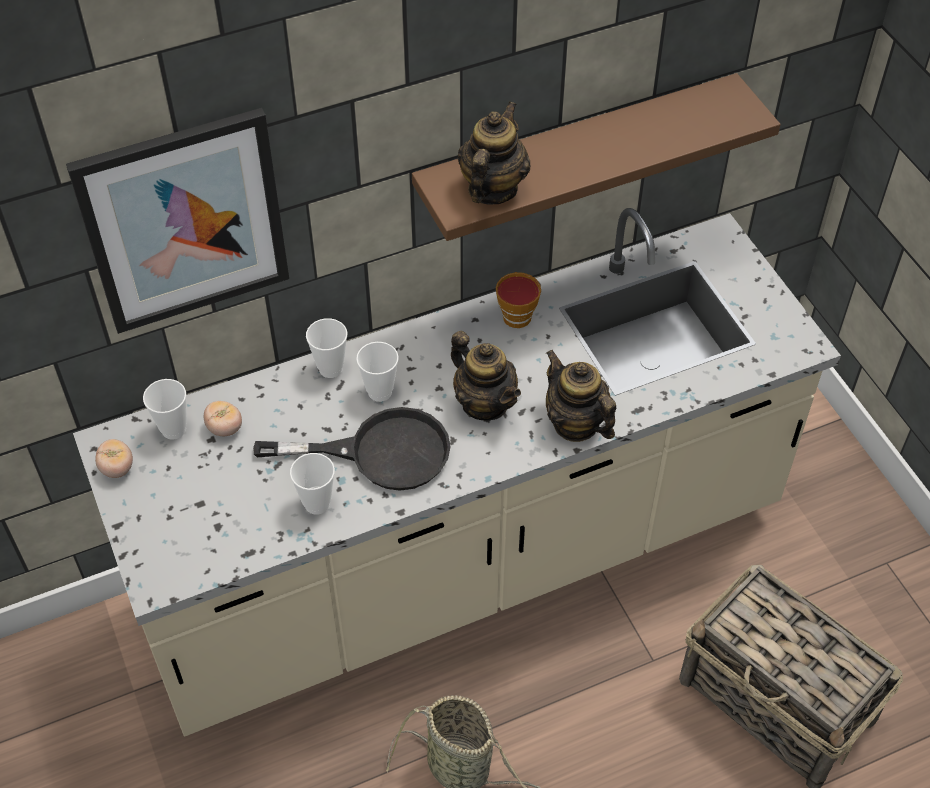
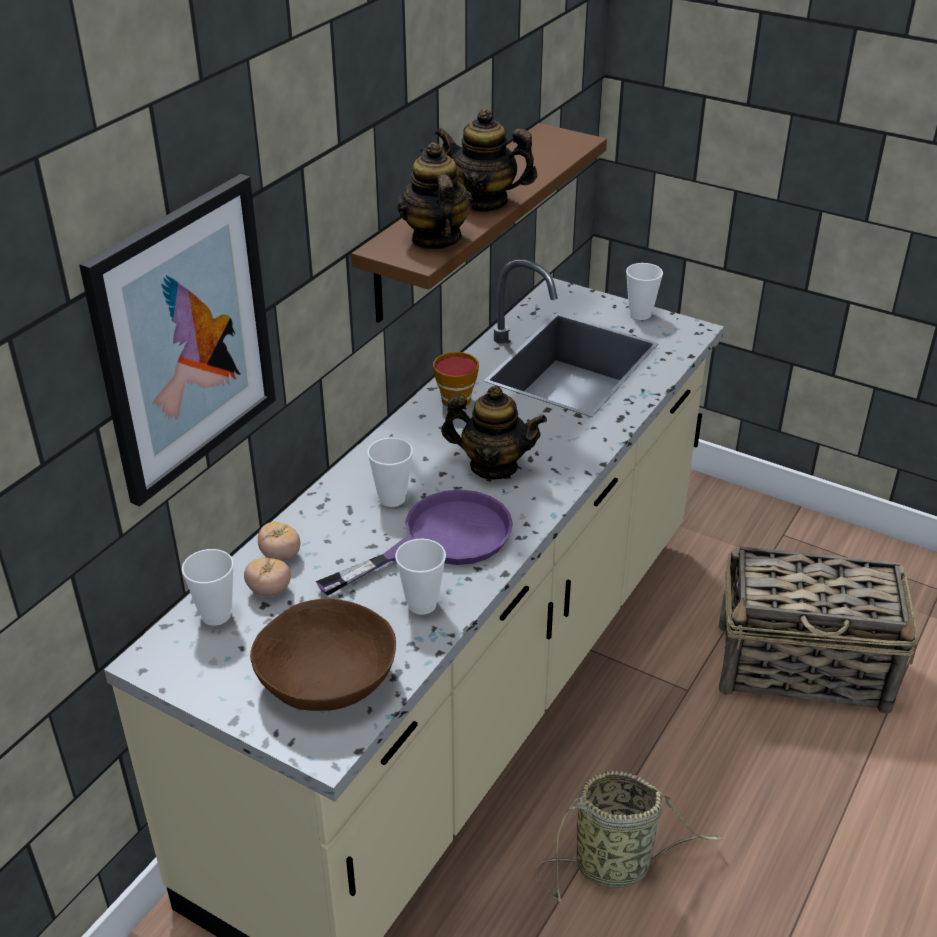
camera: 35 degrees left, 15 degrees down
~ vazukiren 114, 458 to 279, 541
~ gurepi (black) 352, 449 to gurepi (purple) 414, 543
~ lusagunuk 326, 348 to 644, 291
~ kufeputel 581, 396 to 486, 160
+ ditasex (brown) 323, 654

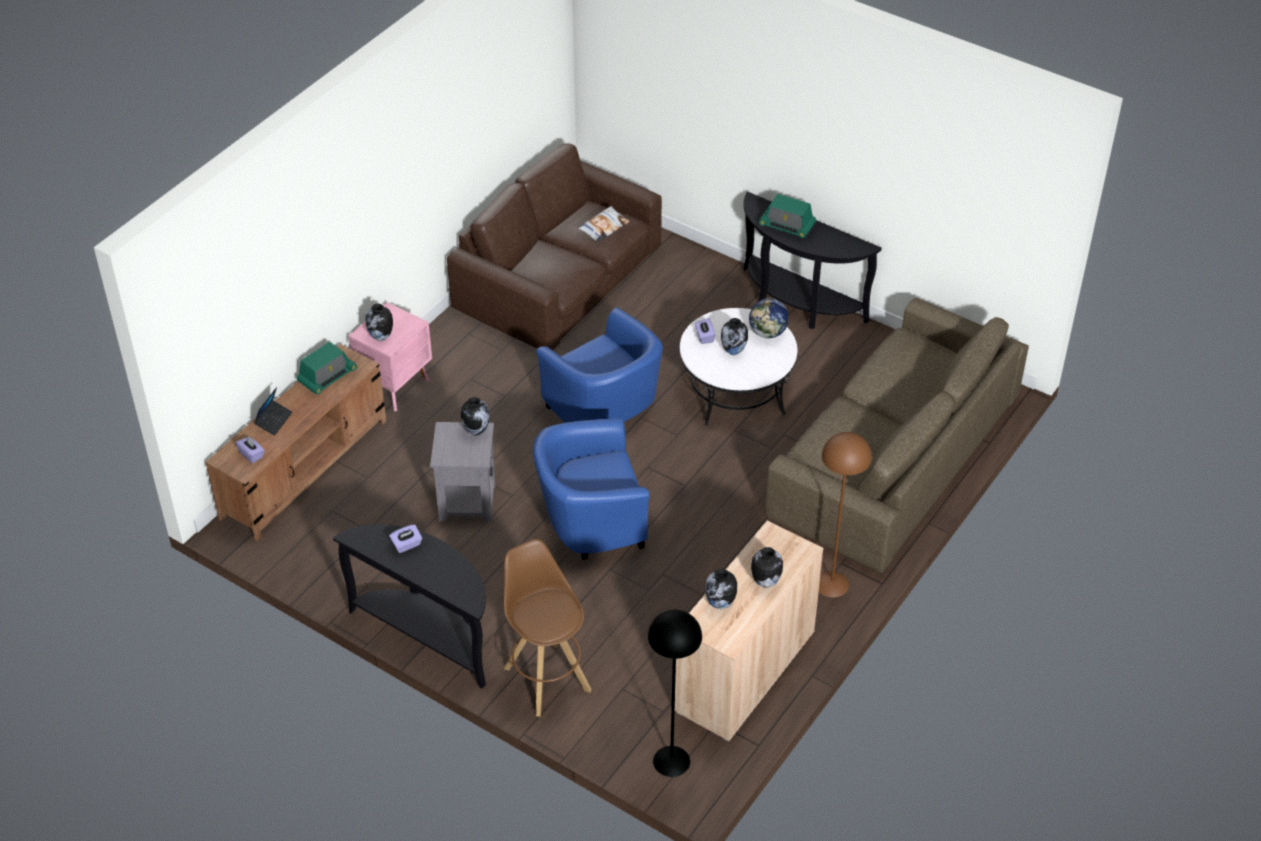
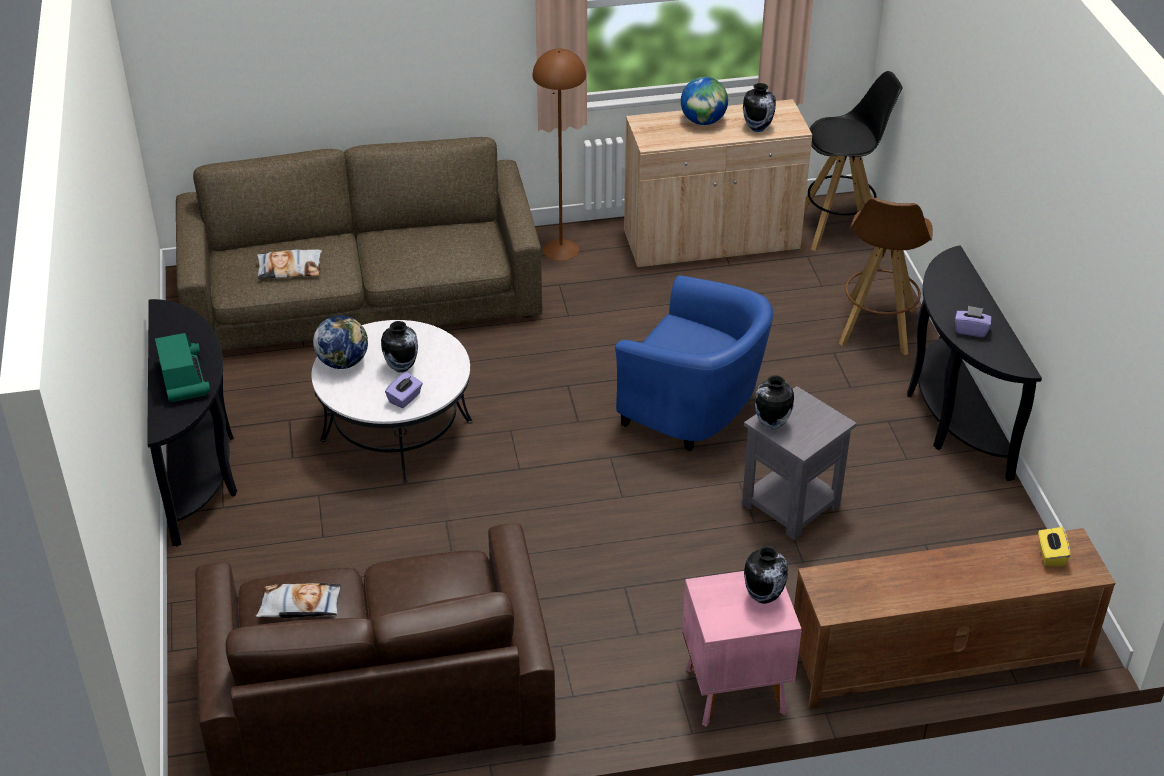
camera: 135 degrees left, 5 degrees down
~ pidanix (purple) 250, 449 to pidanix (yellow) 1054, 546
- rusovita 273, 411
- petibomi 326, 368
- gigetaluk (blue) 599, 365
~ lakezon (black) 675, 693 to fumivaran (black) 853, 161
~ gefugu 767, 567 to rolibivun 704, 101
+ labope 289, 264

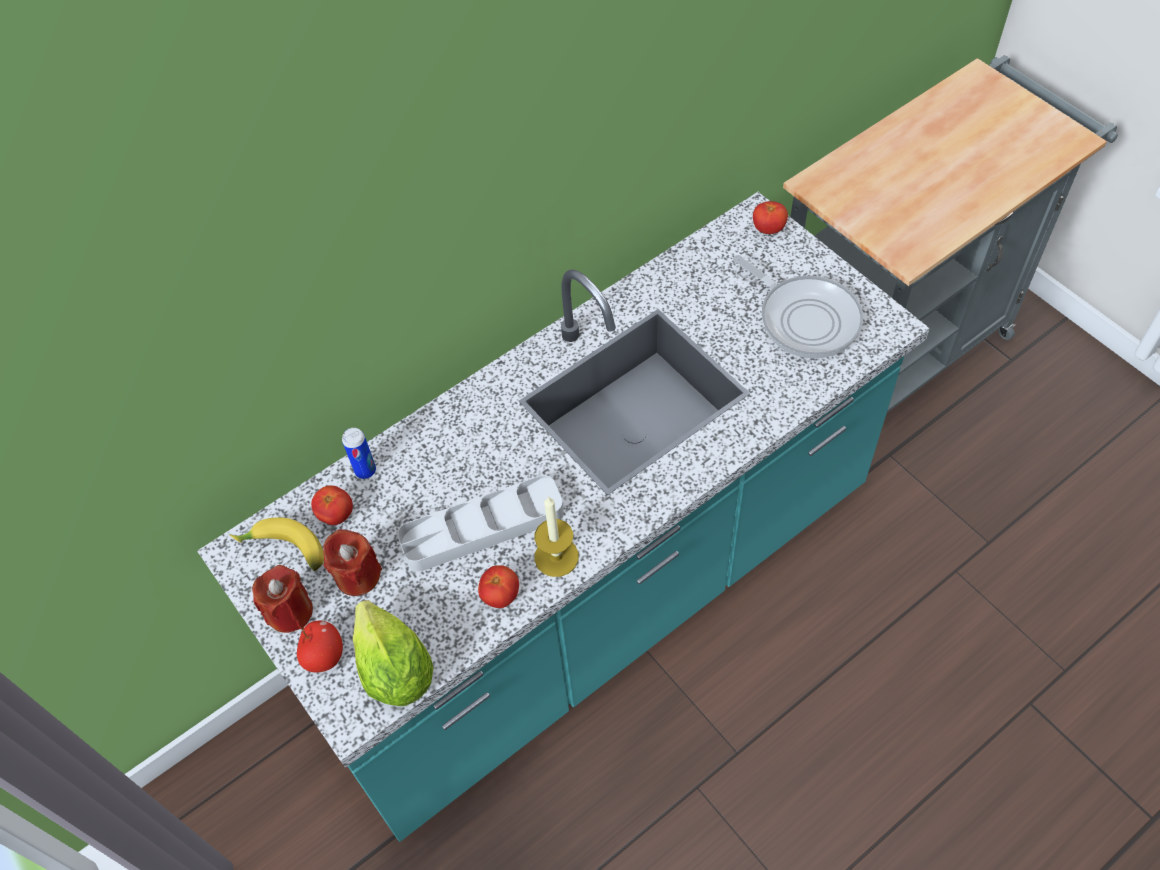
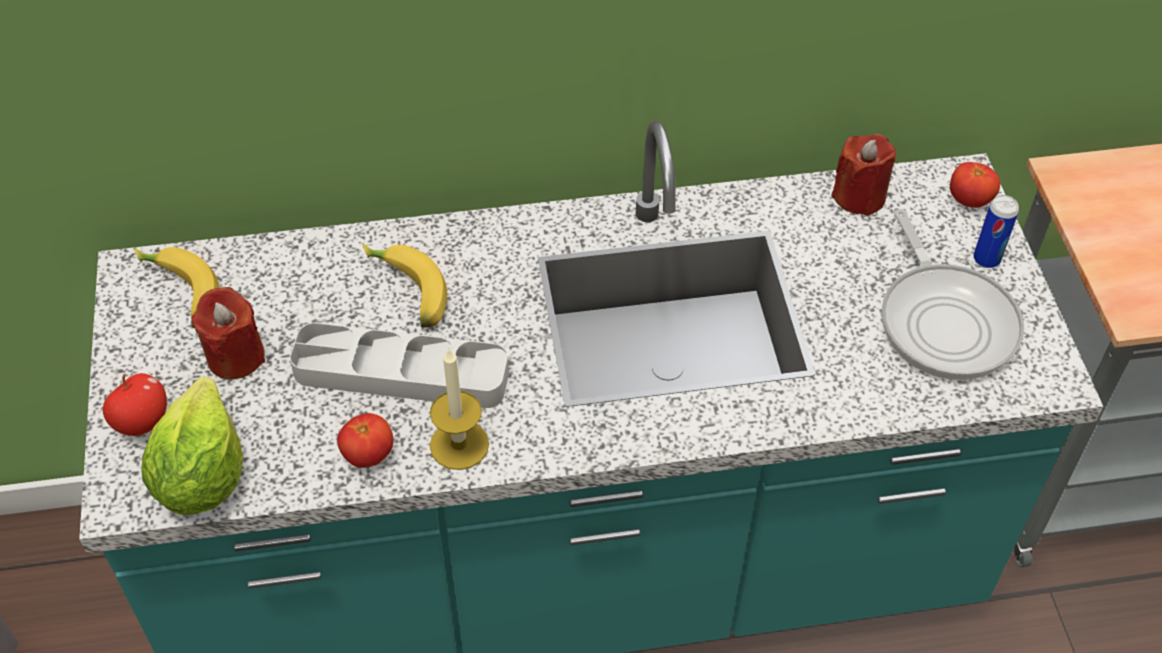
camera: 25 degrees right, 5 degrees down
~ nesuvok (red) 282, 599 to 863, 175
- vazukiren 332, 505
~ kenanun 359, 453 to 996, 231
+ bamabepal 404, 285

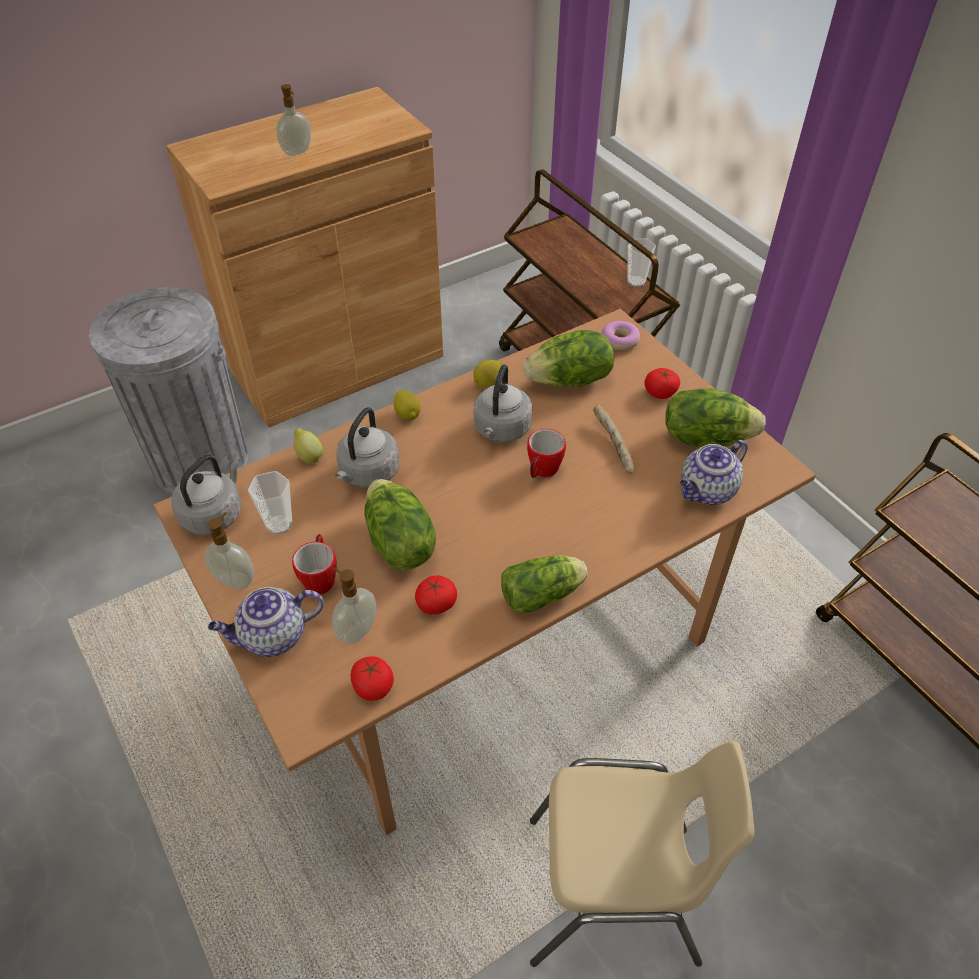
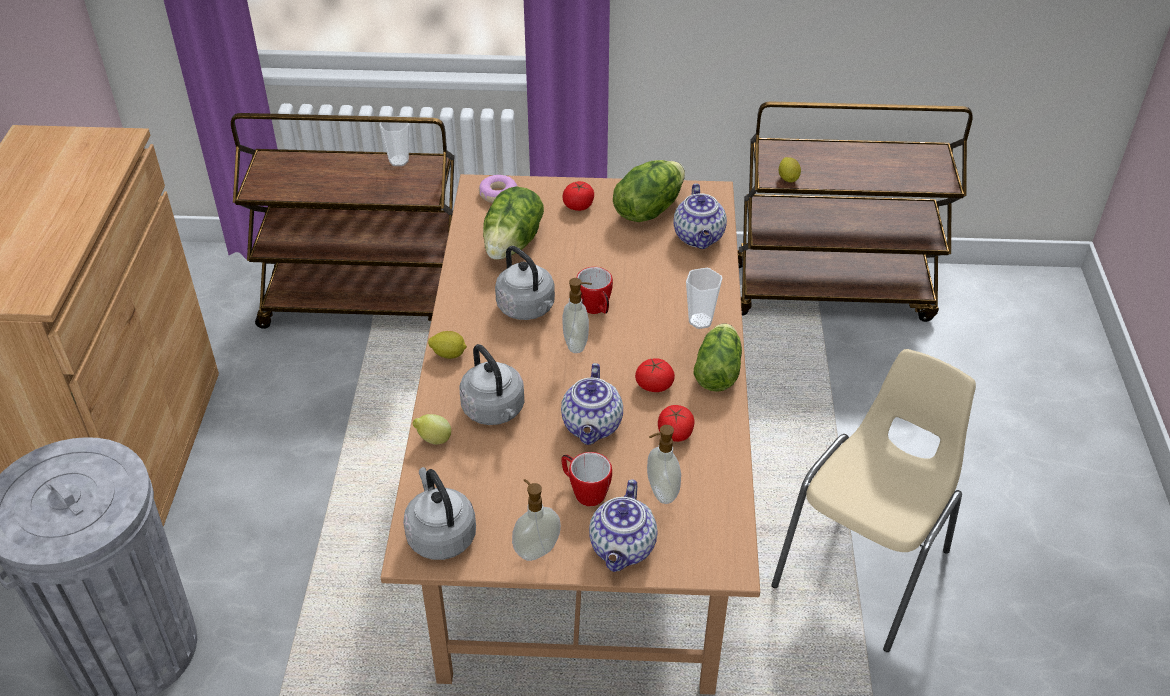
camera: 55 degrees left, 5 degrees down
~ lusagunuk 270, 503 to 704, 298
~ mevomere 293, 120 to 577, 315
~ vazukiren 372, 678 to 655, 375
~ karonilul 400, 524 to kufeputel 592, 404
~ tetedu 487, 374 to 790, 170
- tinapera 613, 439

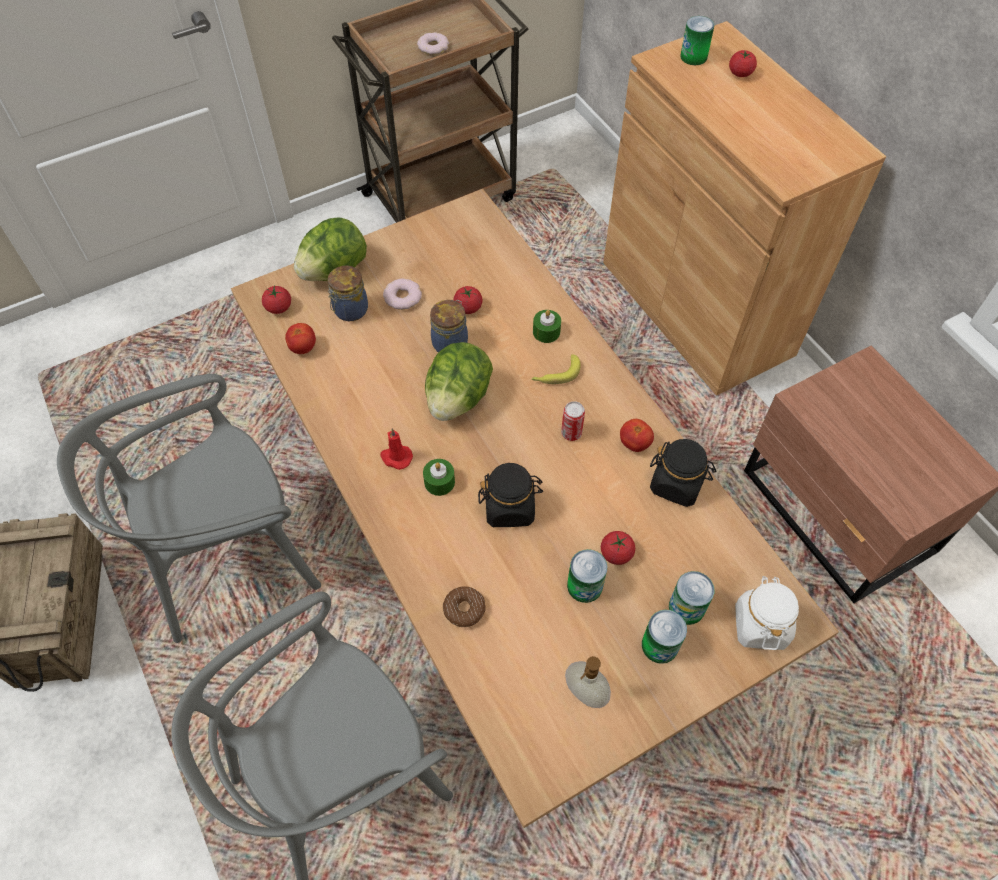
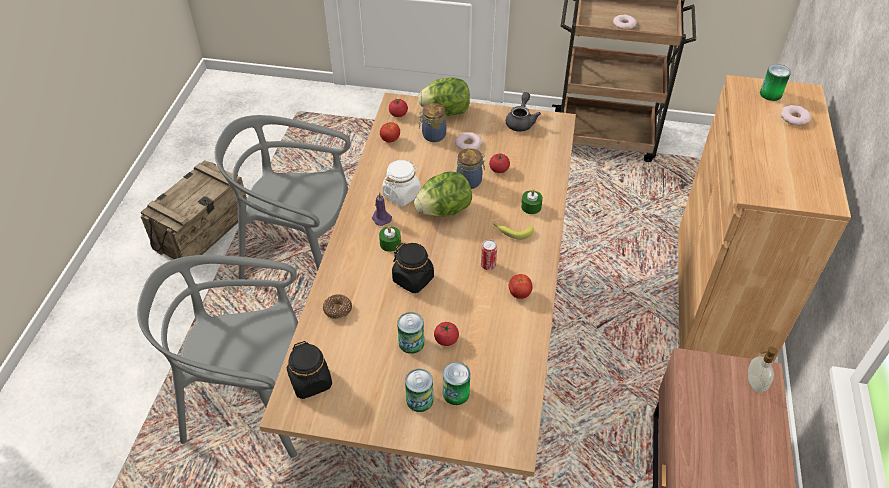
camera: 40 degrees right, 10 degrees down
~ nesuvok (red) 396, 449 to nesuvok (purple) 382, 209
~ mevomere 588, 682 to 762, 369
~ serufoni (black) 683, 473 to 309, 370
~ vazukiren 743, 63 to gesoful 796, 115
~ serufoni (white) 767, 613 to 401, 183
+ kufeputel (grey) 523, 112

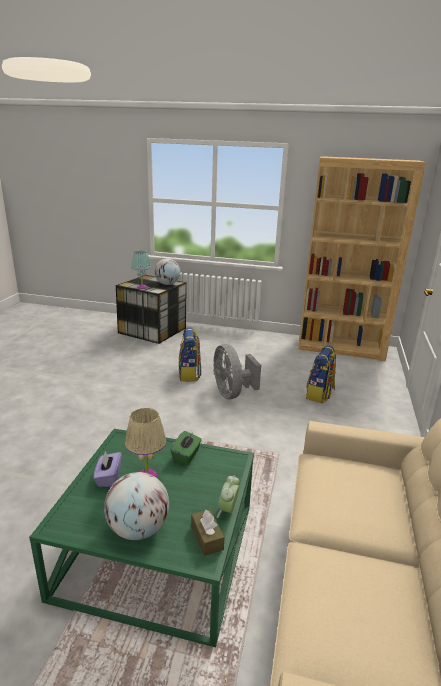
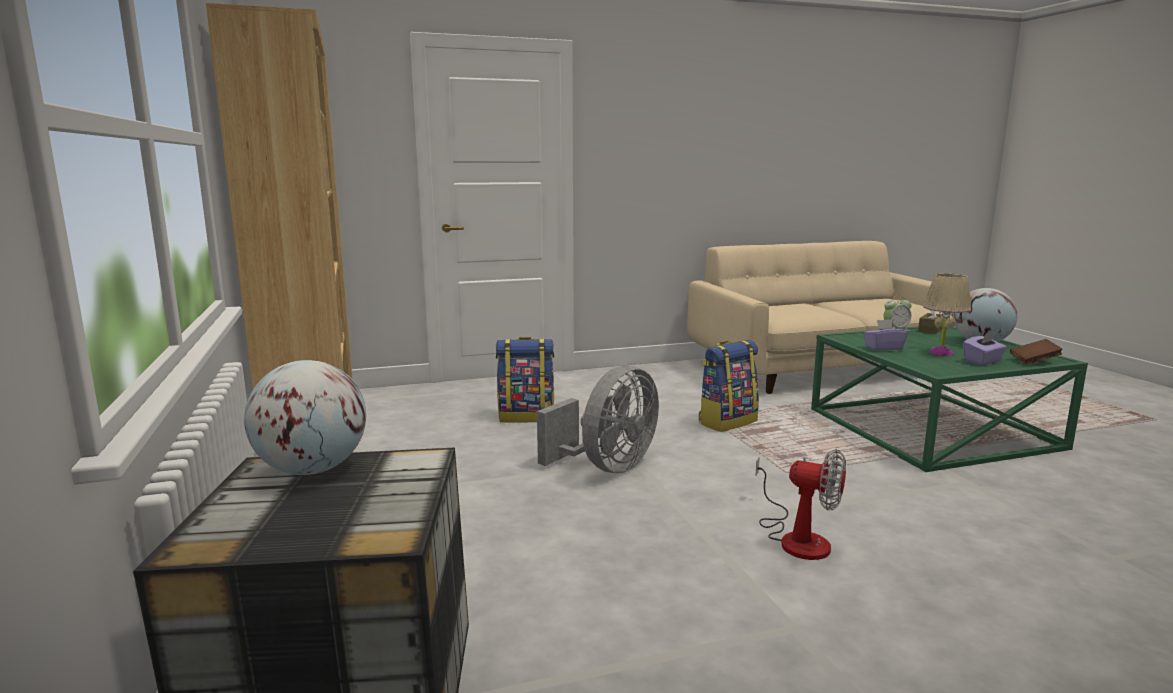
camera: 120 degrees left, 10 degrees down
- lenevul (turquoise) 141, 270
~ pidanix (green) 186, 448 to pidanix (purple) 885, 335
~ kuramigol 190, 354 to 729, 386
+ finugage 800, 504
+ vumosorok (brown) 1036, 351

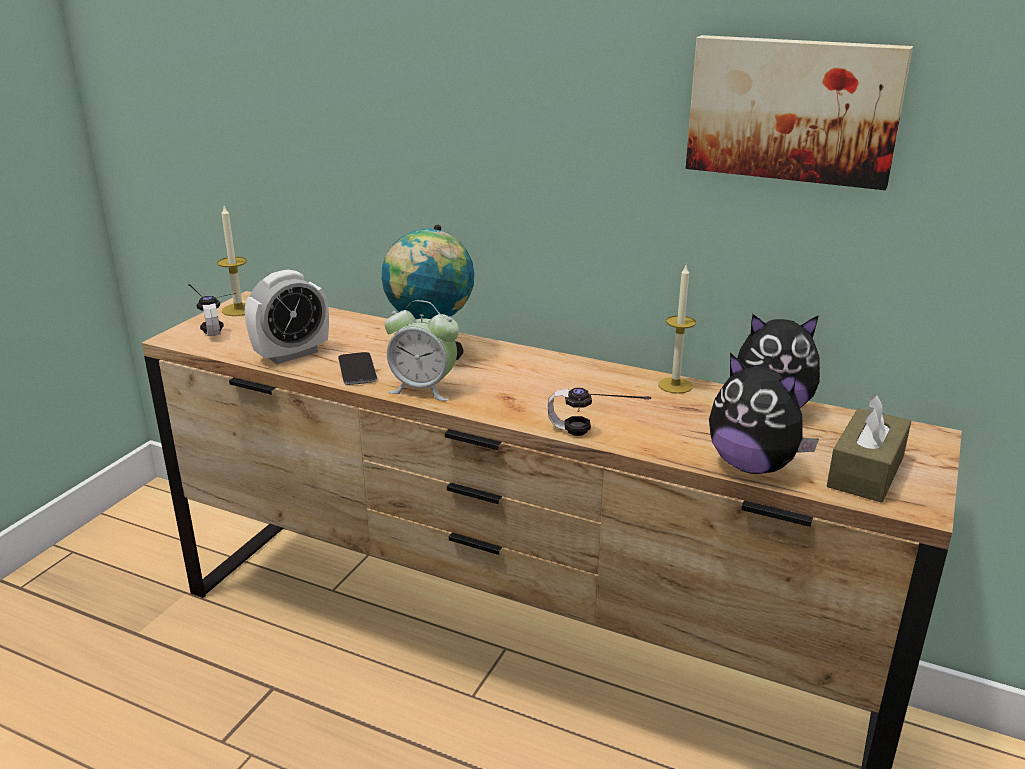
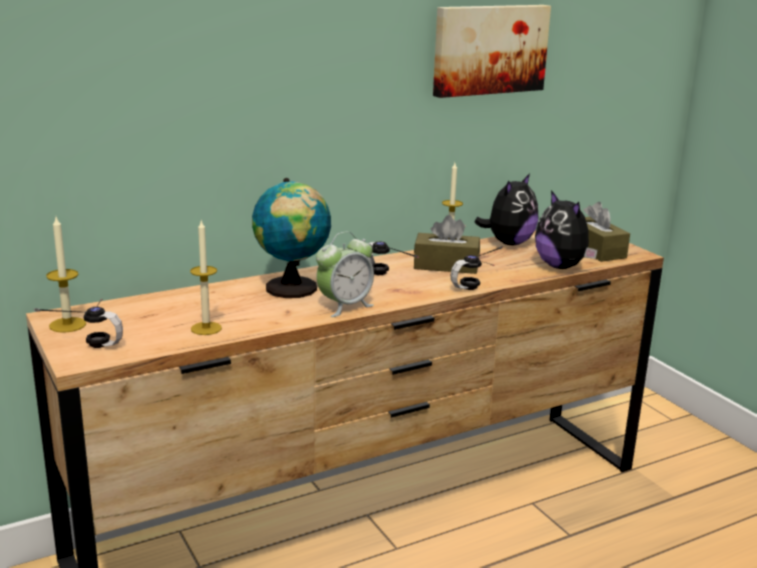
camera: 55 degrees left, 5 degrees down
~ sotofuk 287, 317 to nesuvok 206, 277
- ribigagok 357, 368
~ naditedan 764, 413 = 566, 229 75 degrees clockwise
+ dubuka 393, 258
+ pidanix (brown) 447, 244

